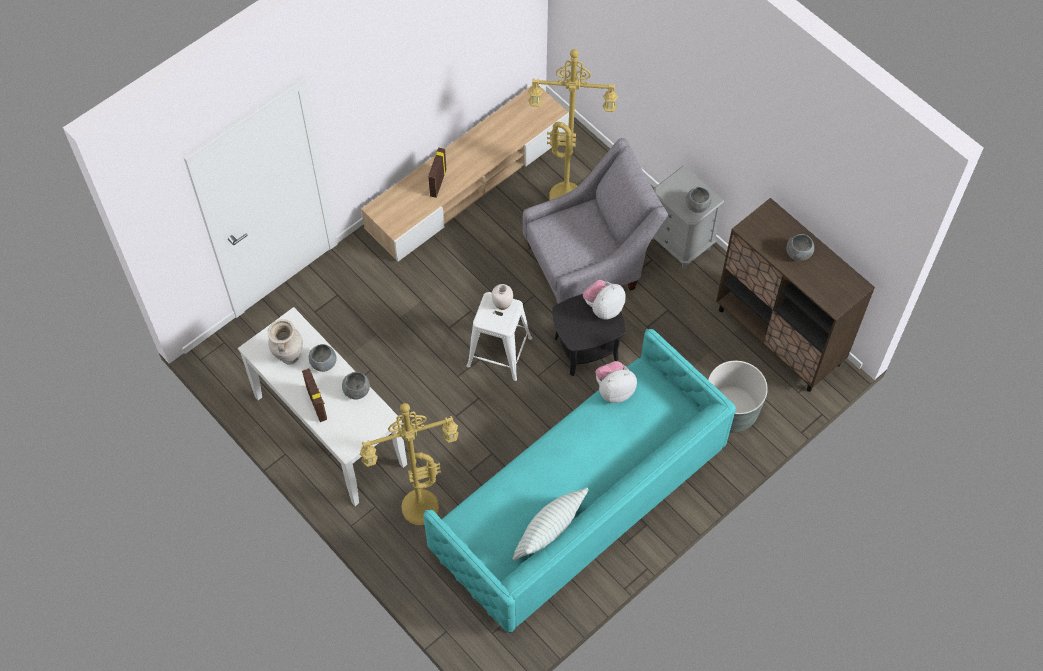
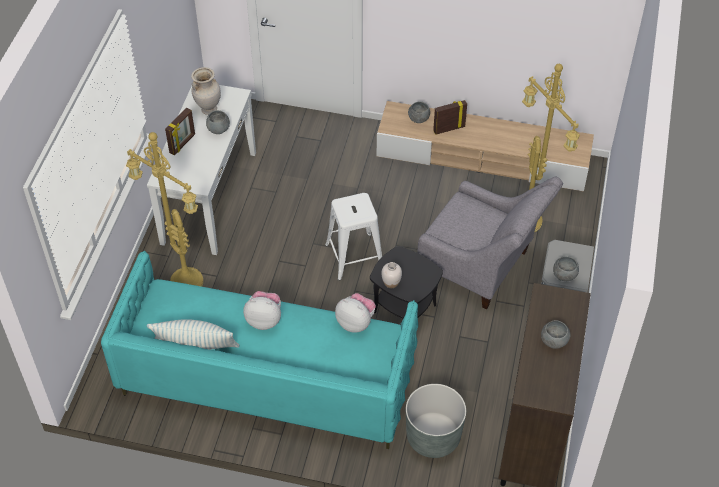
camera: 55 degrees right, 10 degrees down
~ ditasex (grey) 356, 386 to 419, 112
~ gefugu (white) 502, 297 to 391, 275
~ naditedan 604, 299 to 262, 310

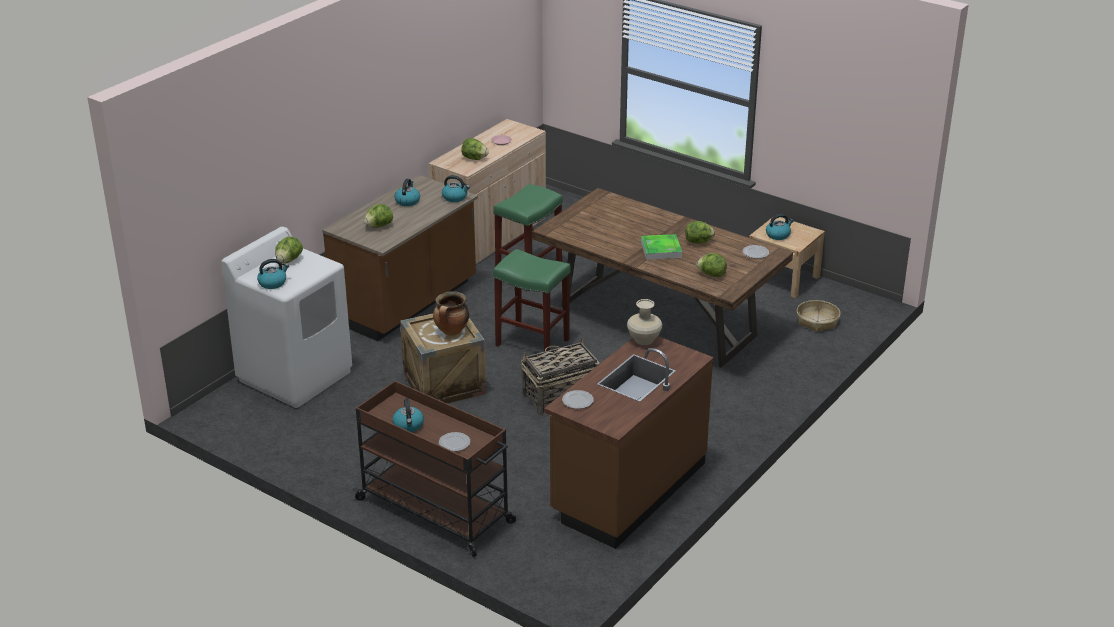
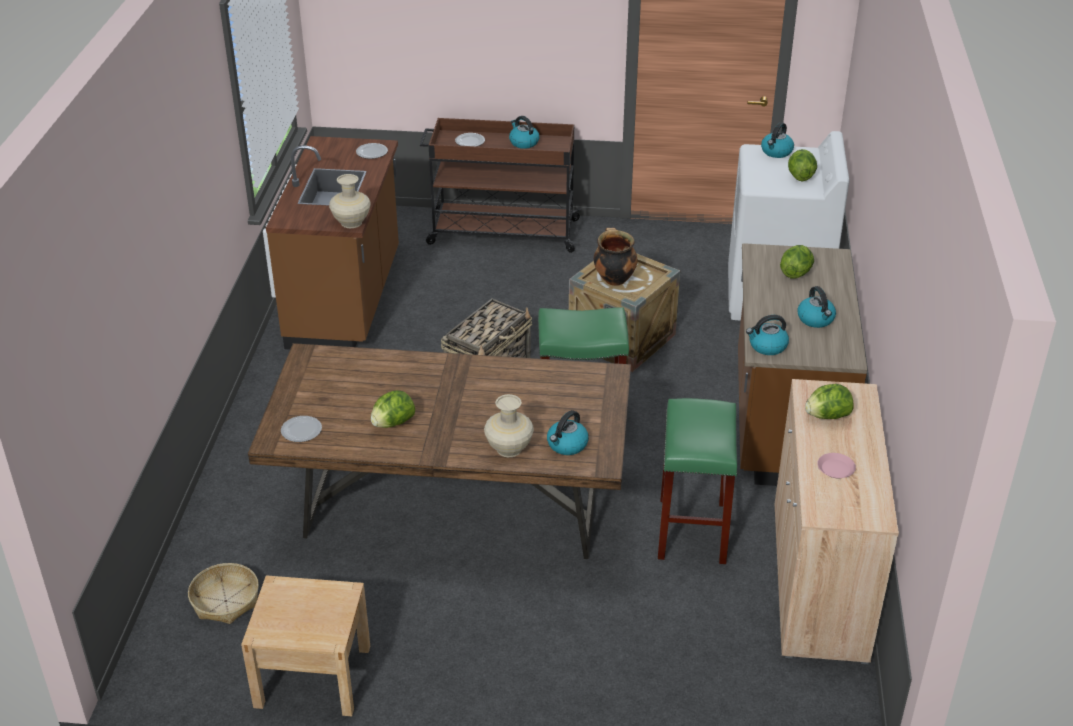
camera: 150 degrees right, 5 degrees up
- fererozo 661, 247
- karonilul 711, 265
~ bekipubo 779, 227 to 568, 432
+ gefugu (beige) 509, 425

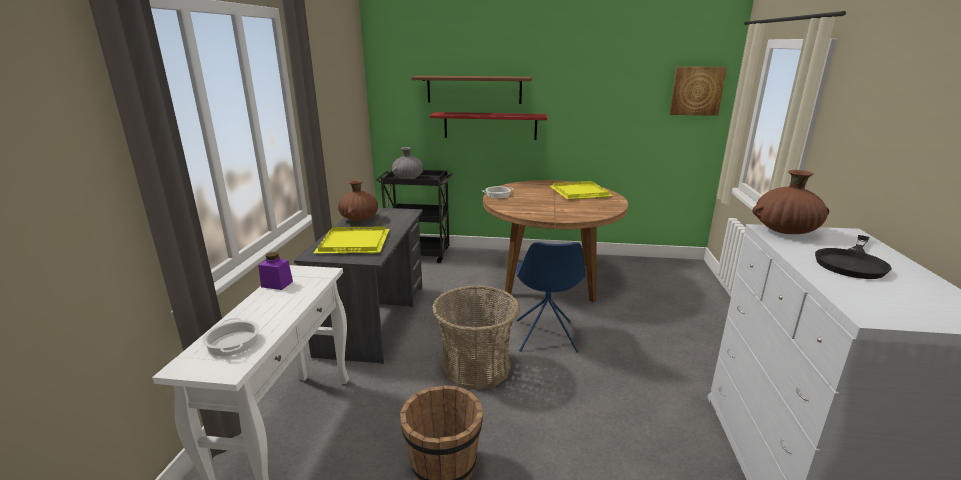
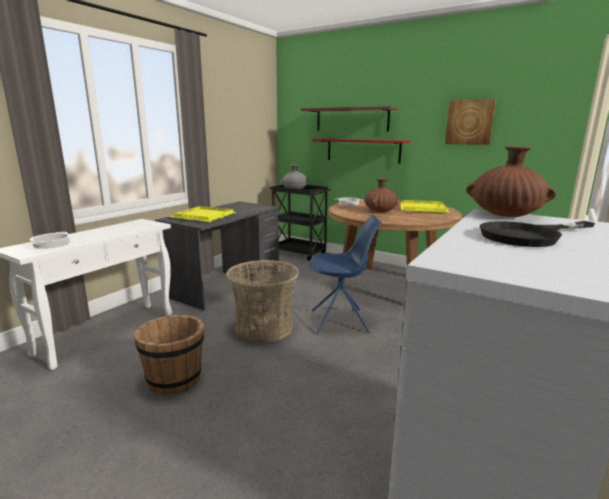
camera: 25 degrees right, 5 degrees down
- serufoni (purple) 275, 271
~ gefugu (brown) 358, 200 to 381, 195
~ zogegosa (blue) 550, 297 = 345, 275 120 degrees counterclockwise
~ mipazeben 698, 91 to 470, 122

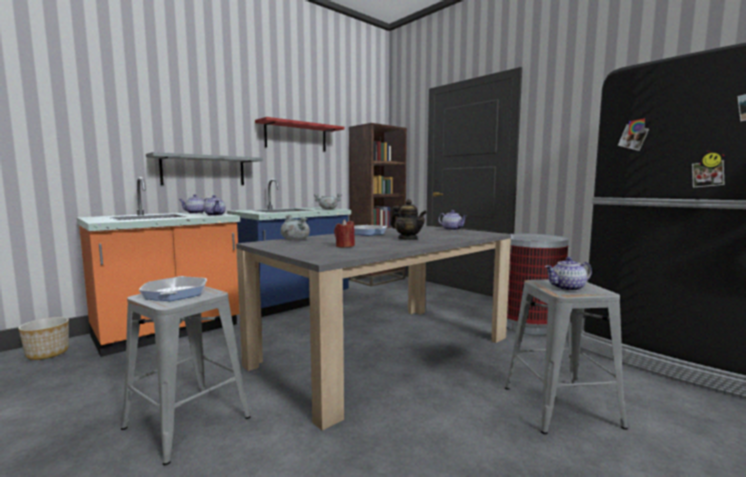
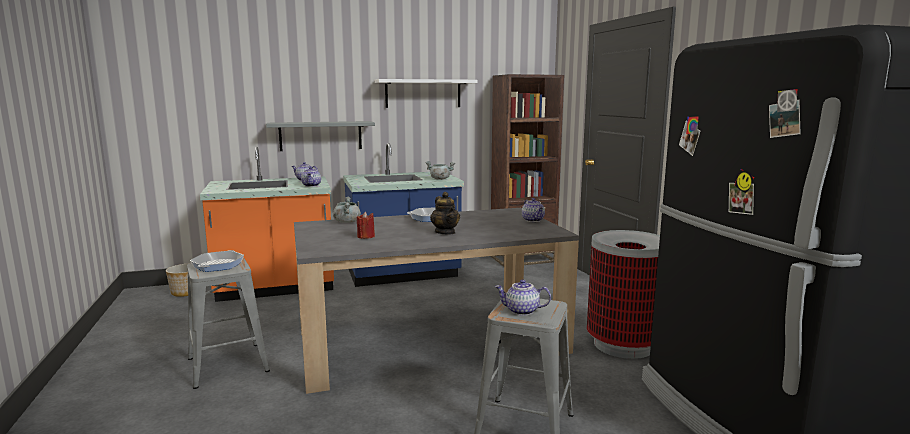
camera: 25 degrees right, 5 degrees up
~ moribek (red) 300, 134 to moribek (white) 426, 93

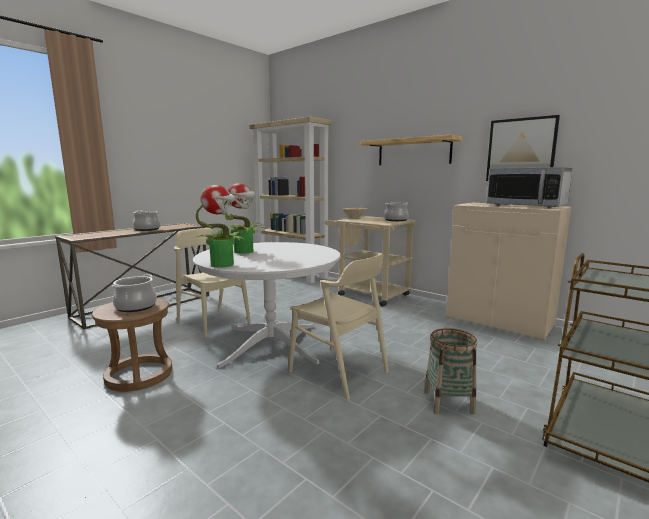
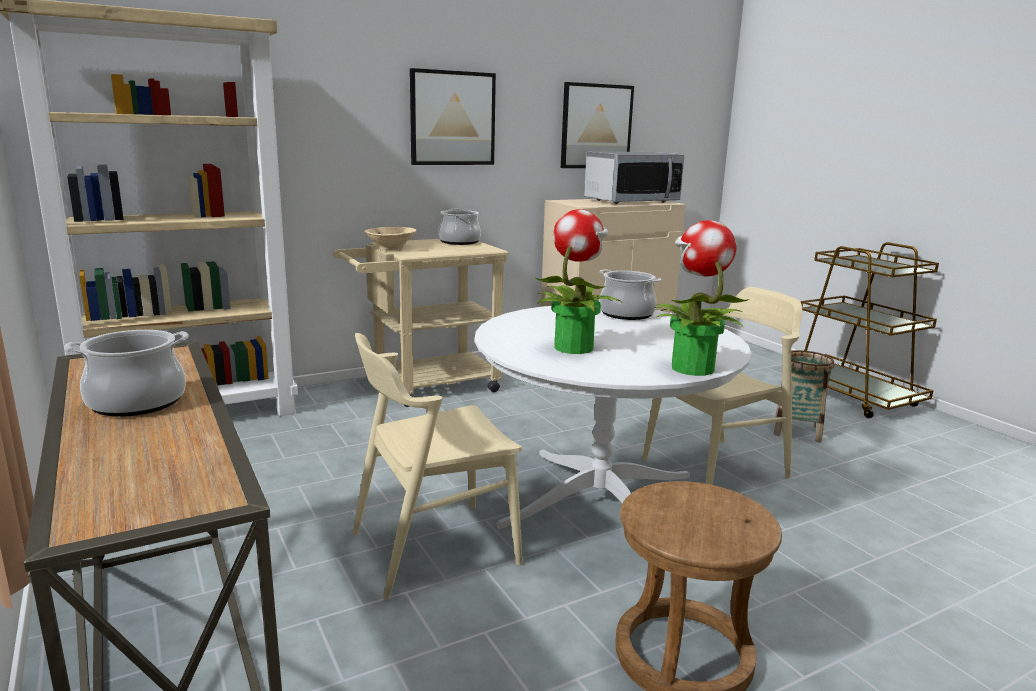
camera: 70 degrees left, 5 degrees up
~ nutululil 134, 293 to 630, 294
~ moribek 411, 150 to mipazeben 453, 116

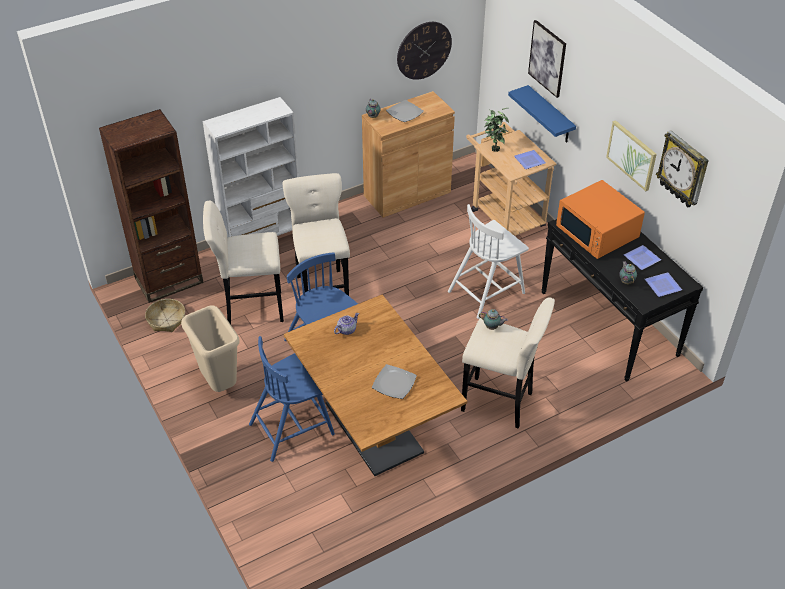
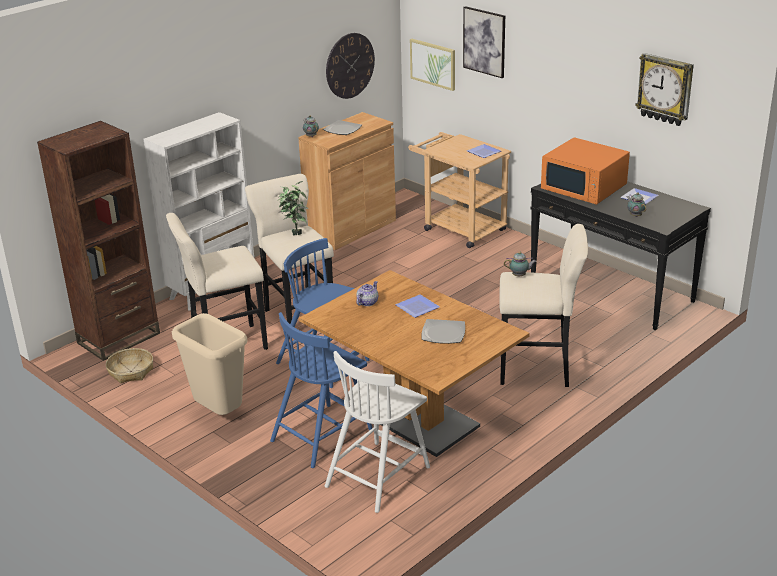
camera: 15 degrees left, 15 degrees down
~ zogegosa (white) 488, 261 to 377, 432
~ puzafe 497, 130 to 293, 208
- moribek (blue) 542, 114
~ mipazeben 631, 155 to 432, 65
~ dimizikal 663, 284 to 417, 306

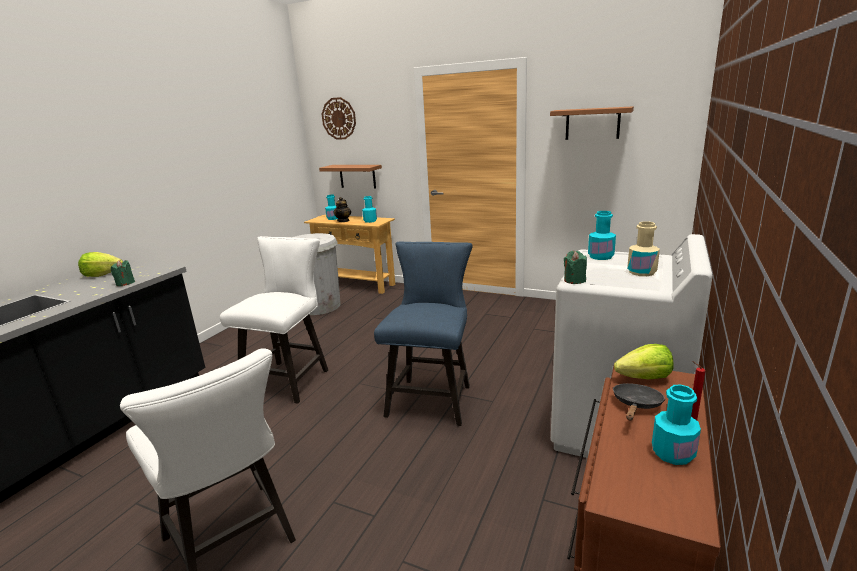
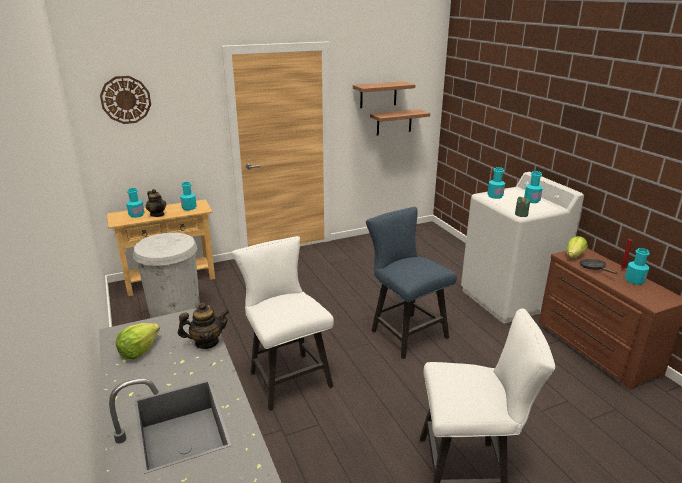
camera: 50 degrees left, 5 degrees up
~ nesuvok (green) 123, 273 to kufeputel 204, 326
~ moribek 350, 176 to 400, 122
~ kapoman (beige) 643, 248 to kapoman (turquoise) 533, 187

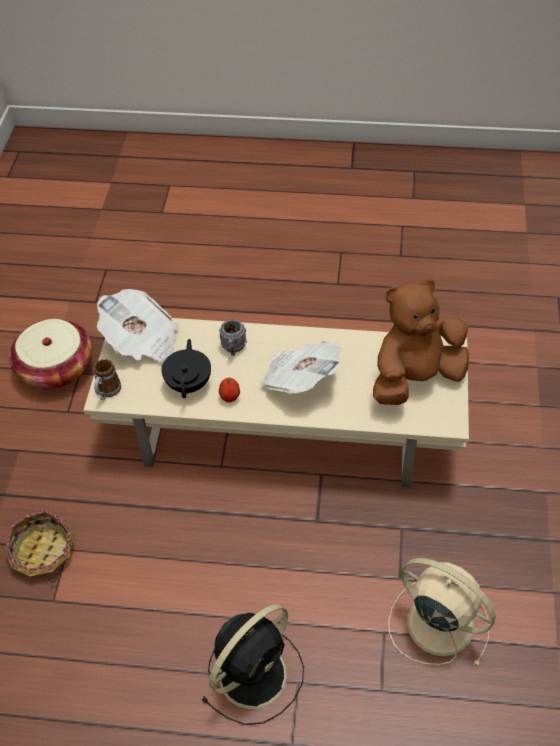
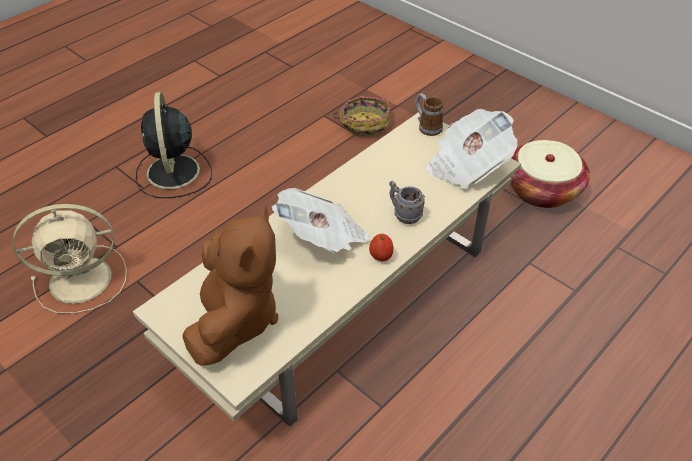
camera: 125 degrees right, 5 degrees down
- kufeputel (black) 186, 368
~ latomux 229, 390 to 381, 247

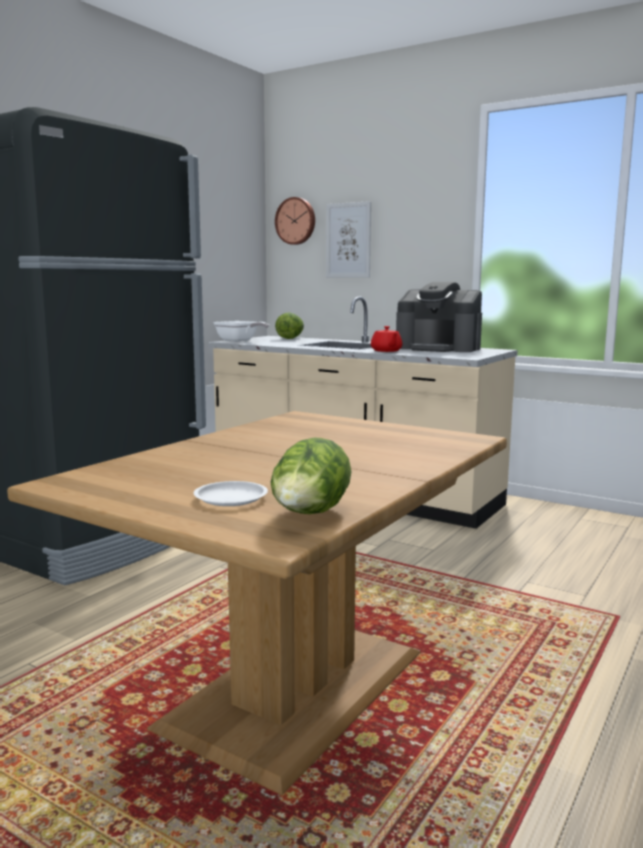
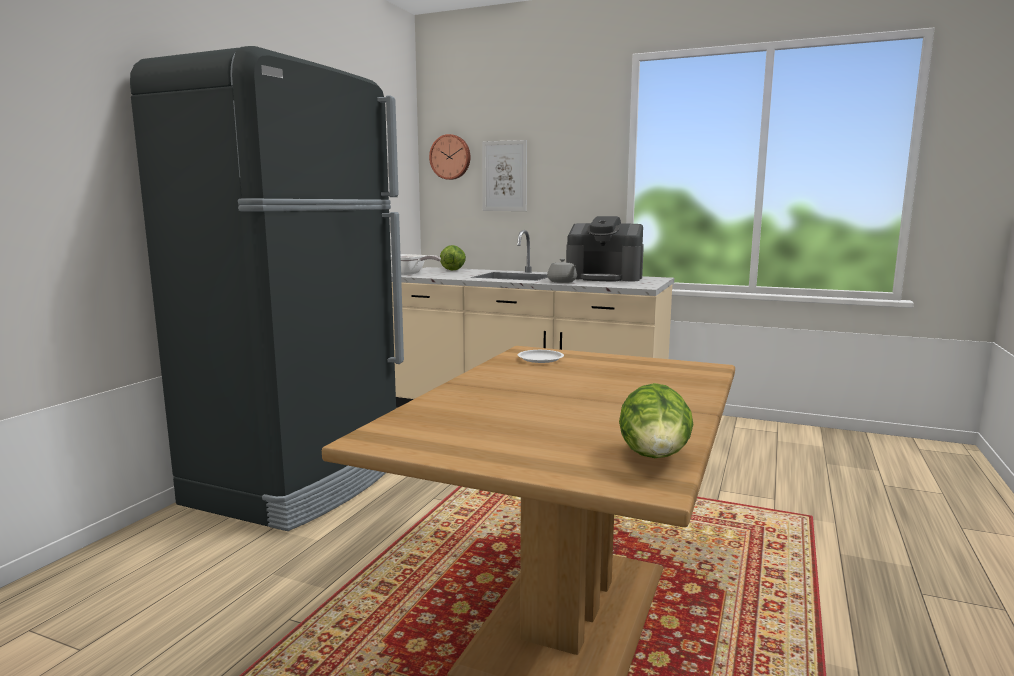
camera: 10 degrees left, 0 degrees up
~ dimizikal (white) 231, 493 to 541, 356
~ kufeputel (red) 386, 339 to kufeputel (grey) 562, 271

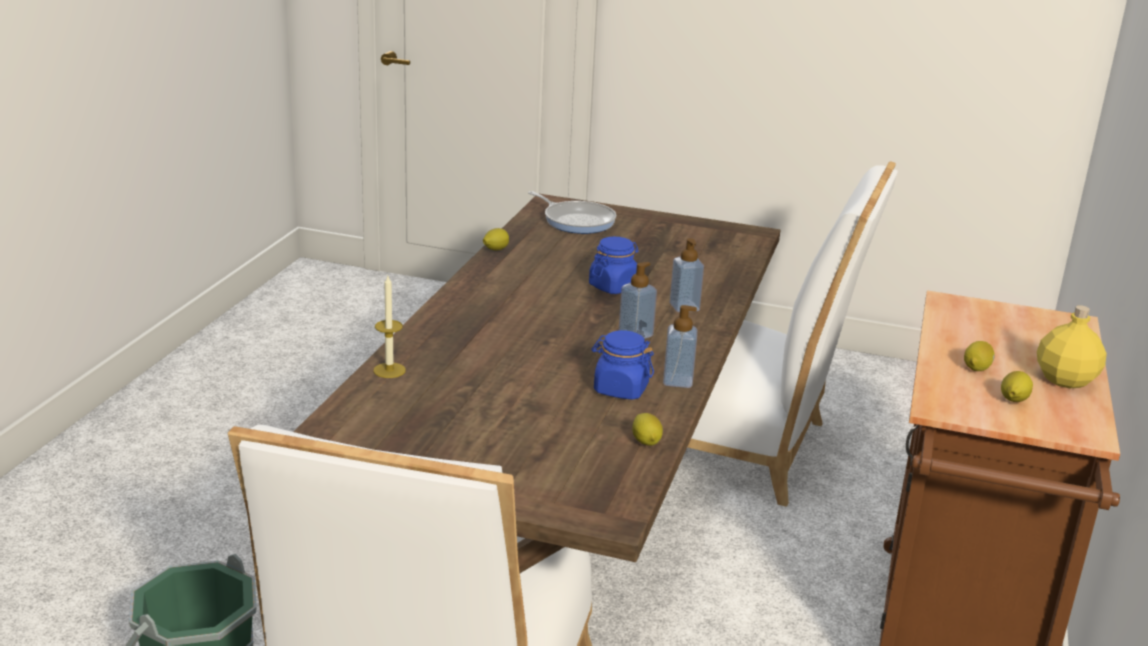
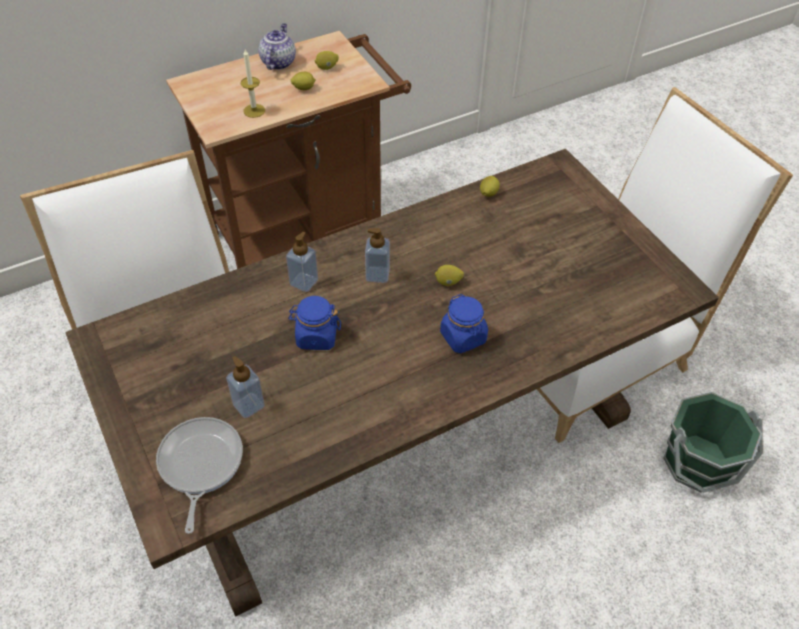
camera: 135 degrees left, 25 degrees up
~ nesuvok 389, 327 to 253, 83
~ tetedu 496, 239 to 449, 275
~ serufoni (blue) 622, 365 to 464, 323
~ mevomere 680, 346 to 245, 387
~ kapoman (yellow) 1072, 346 to kufeputel 277, 46

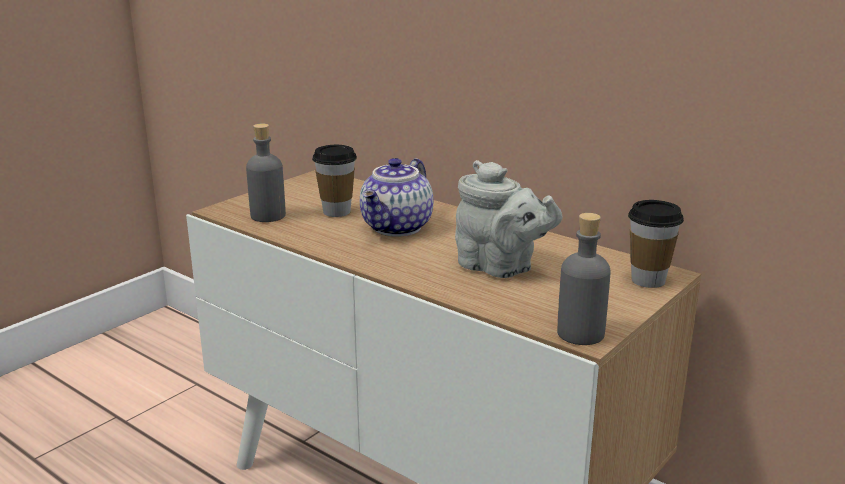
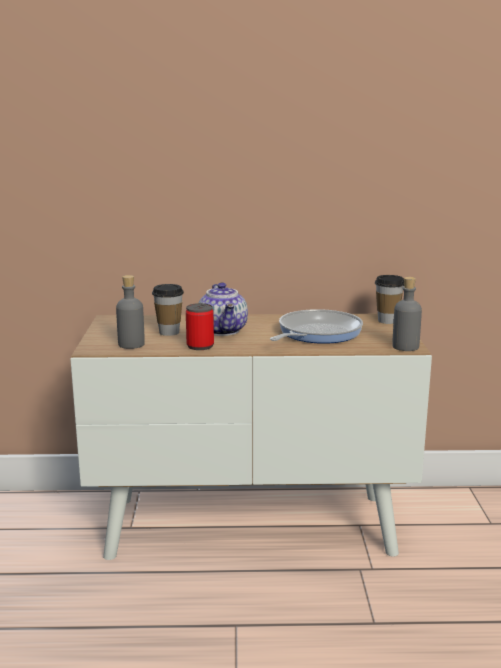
camera: 40 degrees left, 5 degrees down
~ kufeputel (grey) 508, 219 to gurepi 316, 326
+ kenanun 200, 326

